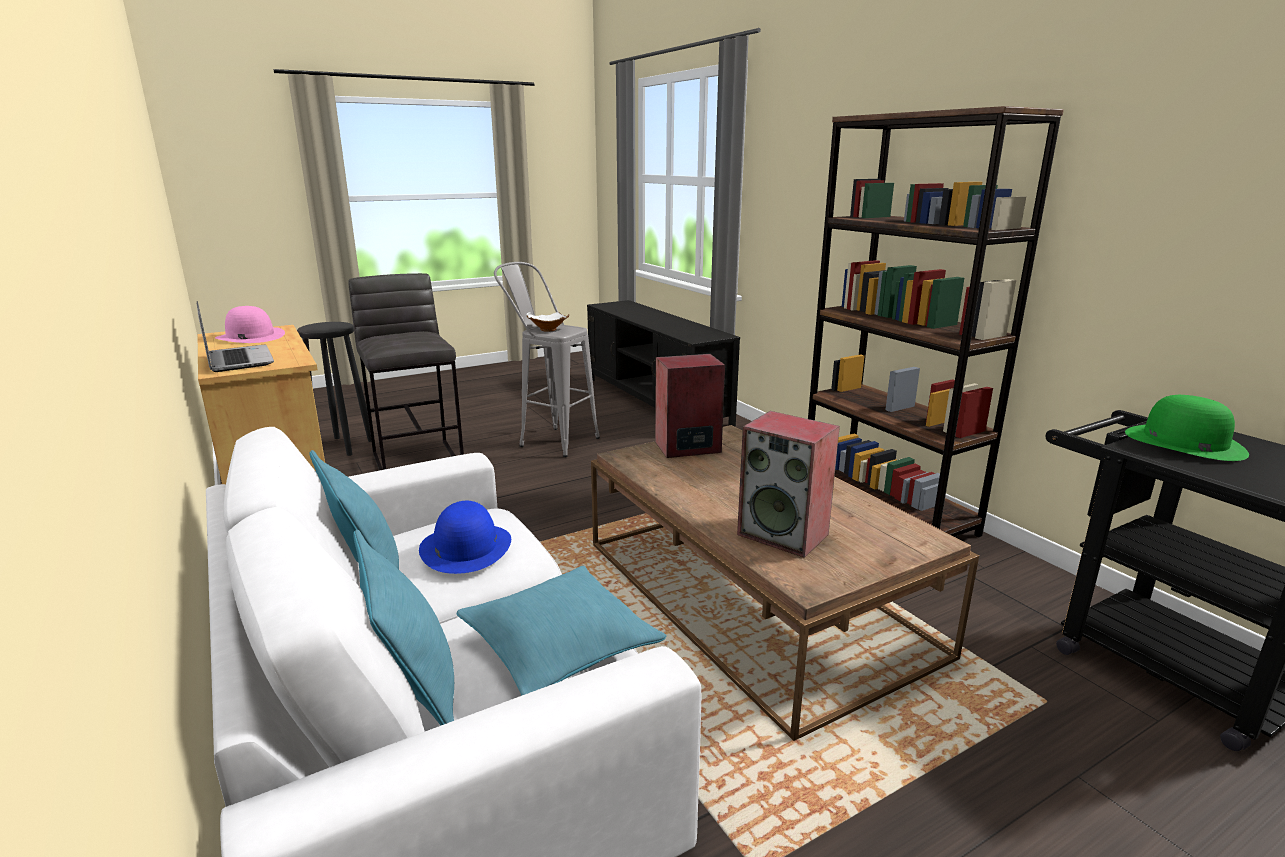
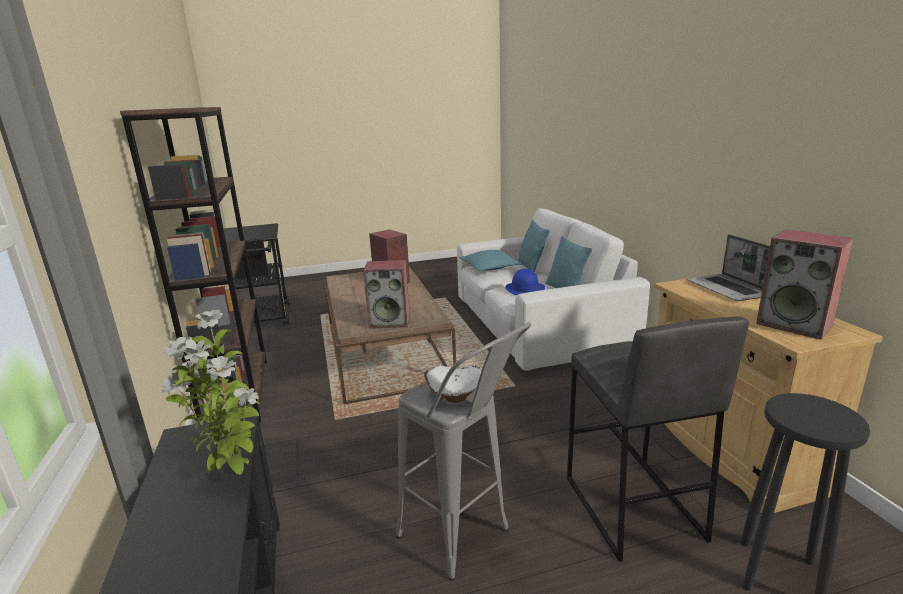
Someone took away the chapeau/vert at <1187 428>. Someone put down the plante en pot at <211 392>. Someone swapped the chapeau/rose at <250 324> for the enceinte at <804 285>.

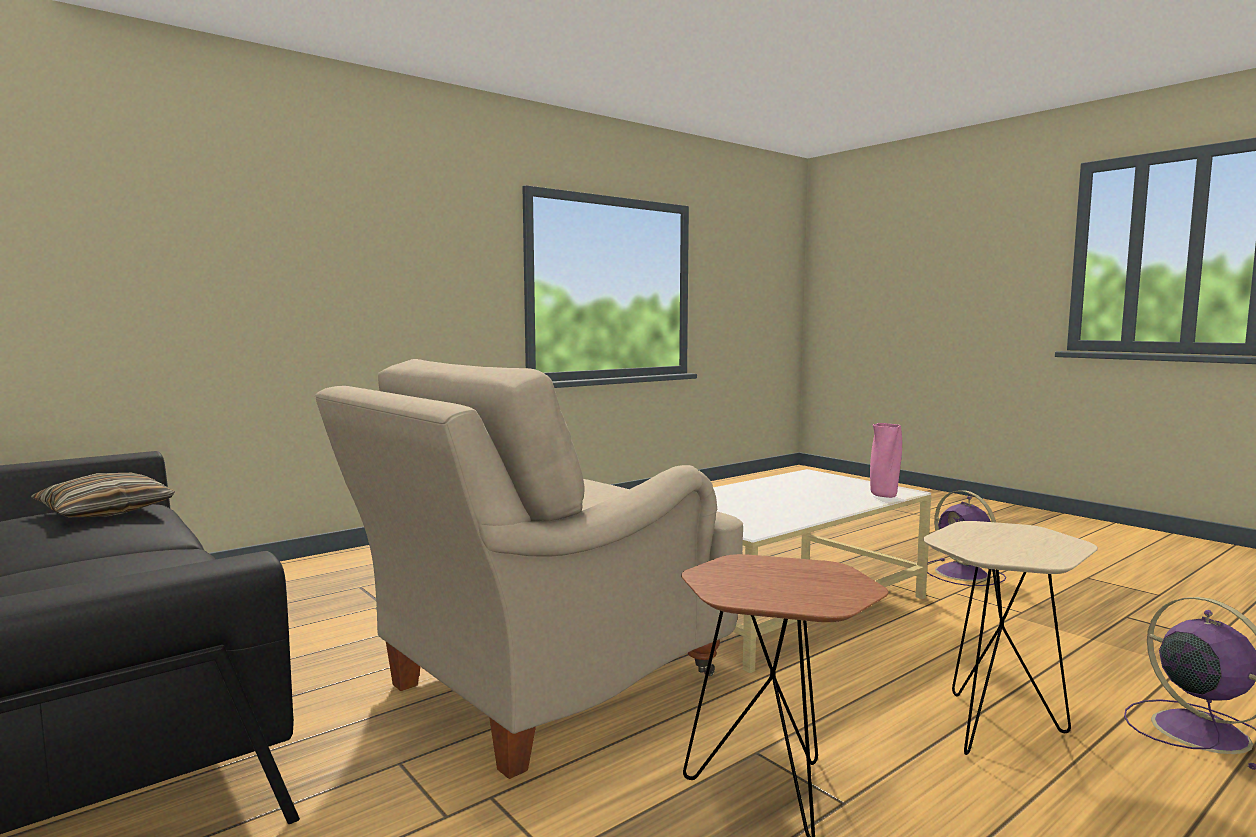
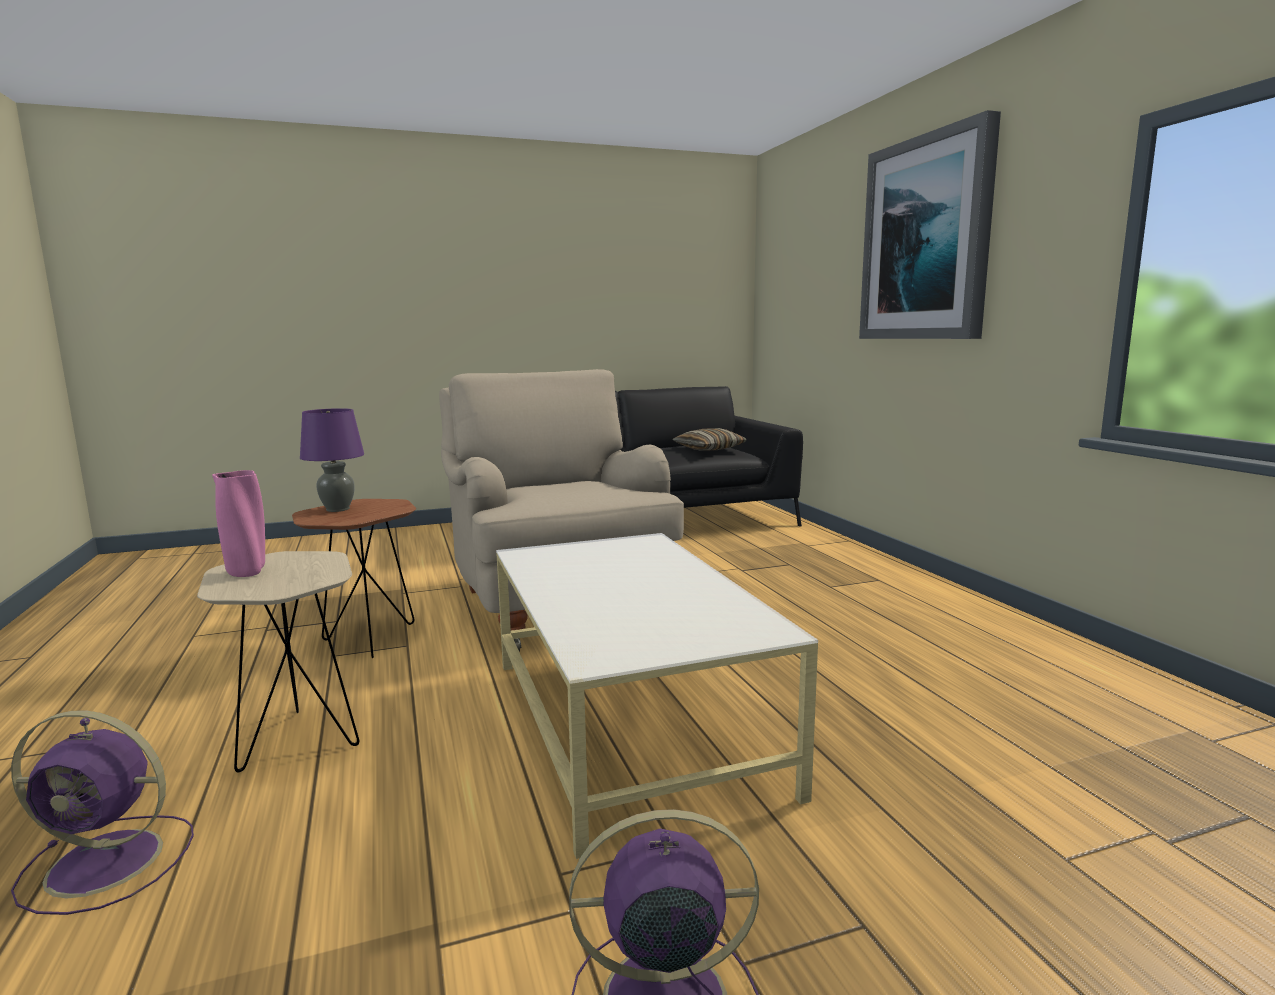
Someone put down the lampe de table/violet at <332 460>. Someone put up the tableau at <930 224>. Someone carried the vase/rose from <886 460> to <238 523>.

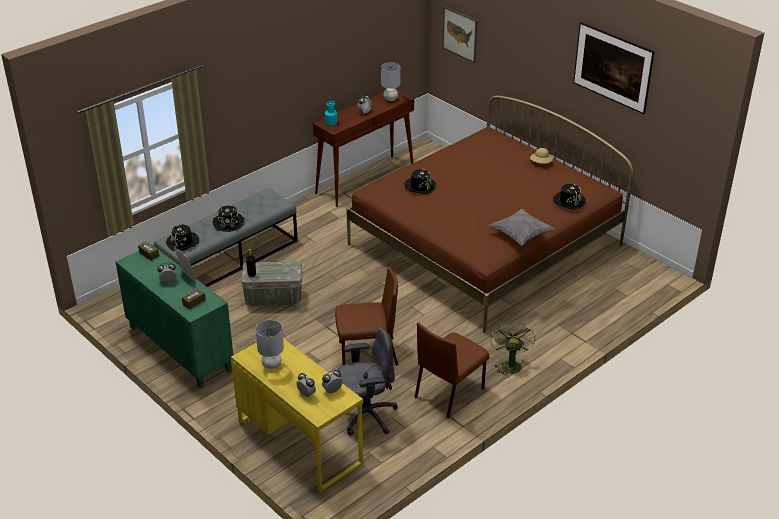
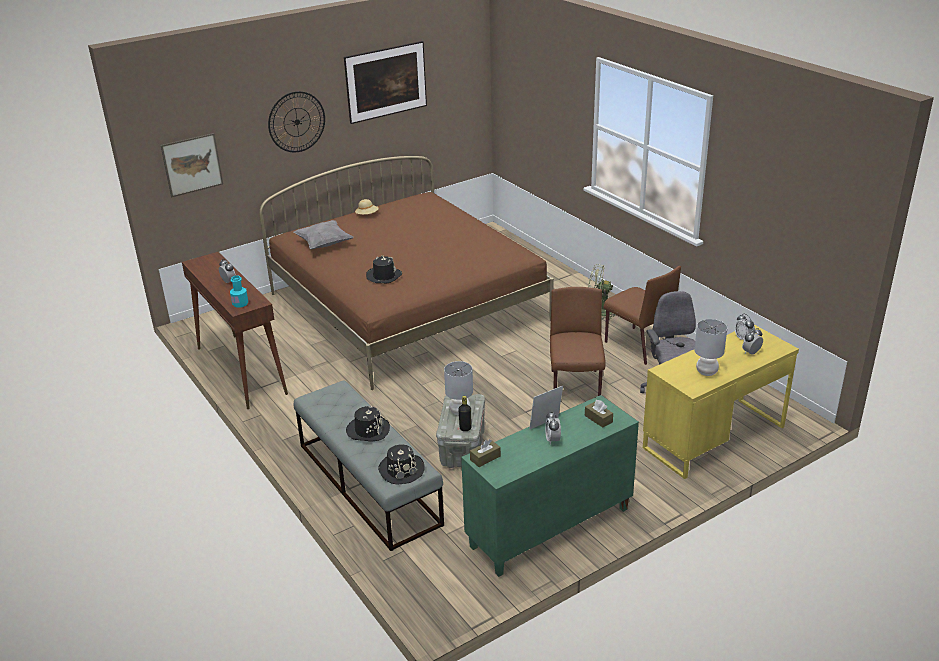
Someone took away the chapeau/noir at <569 197>. Someone put up the horloge murale at <296 121>. Someone carried the lampe de table/gris from <390 81> to <458 388>. Someone carried the coussin/gris from <522 227> to <323 235>.

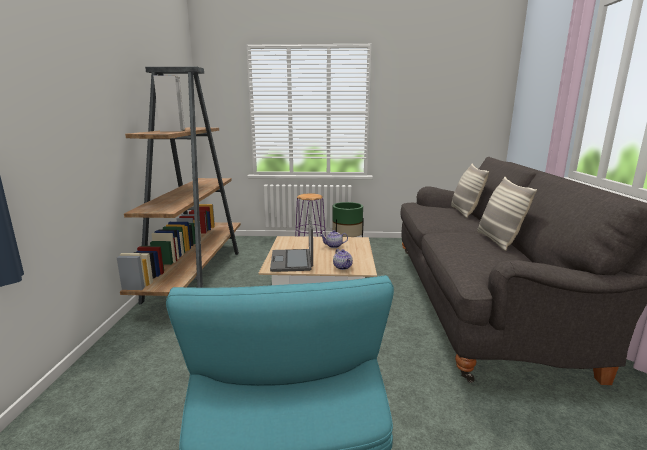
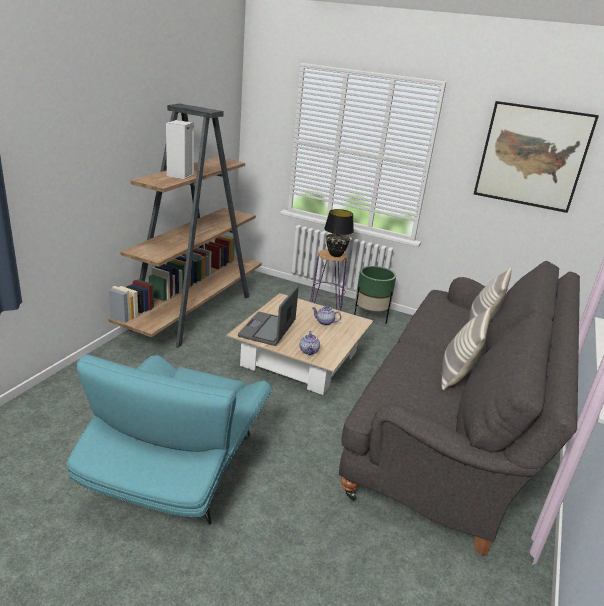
Someone put down the lampe de table/noir at <339 233>. Someone put up the tableau at <536 157>.

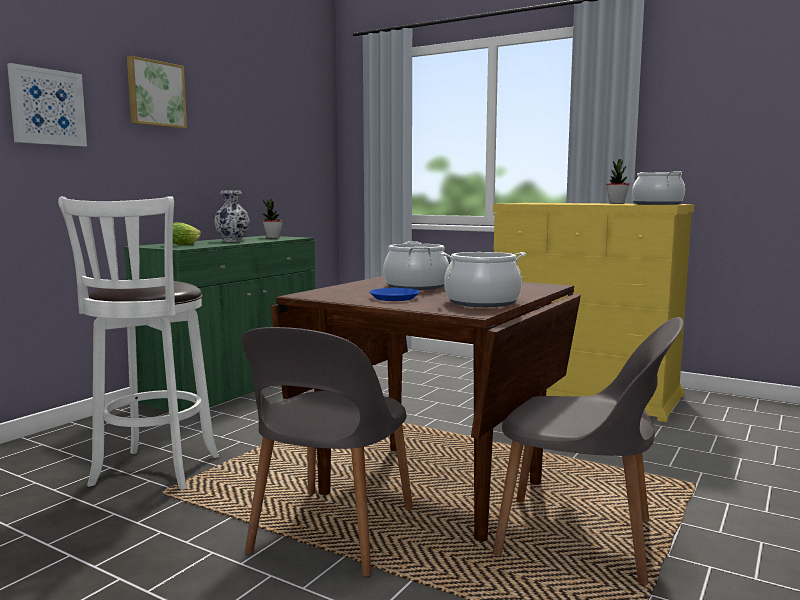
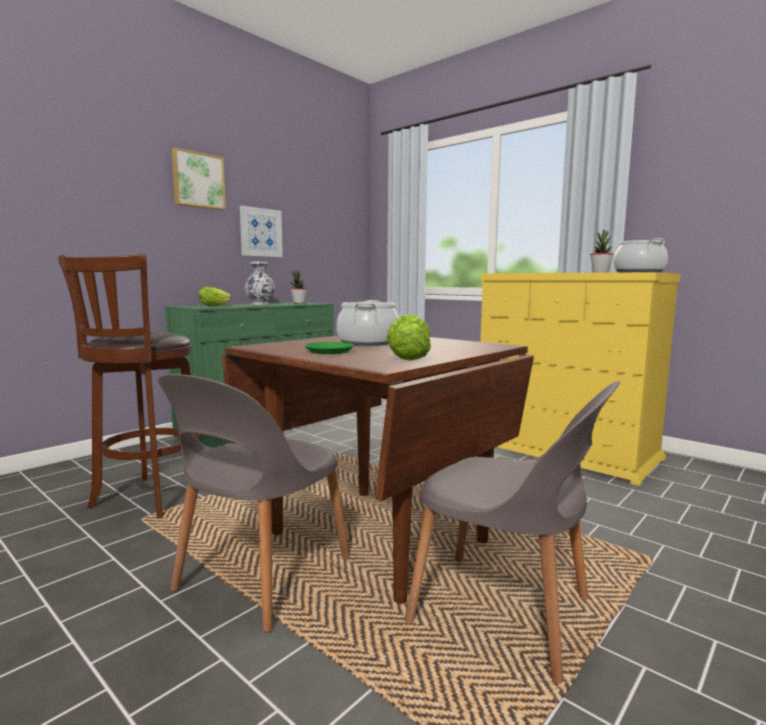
Someone carried the tableau from <47 105> to <261 231>. Someone swapped the marmite at <483 279> for the laitue at <408 337>. Someone repainted the tabouret/blanc at <139 343>, which became the tabouret/marron at <129 386>. Someone repainted the assiette/bleu at <394 294>, which became the assiette/vert at <329 348>.

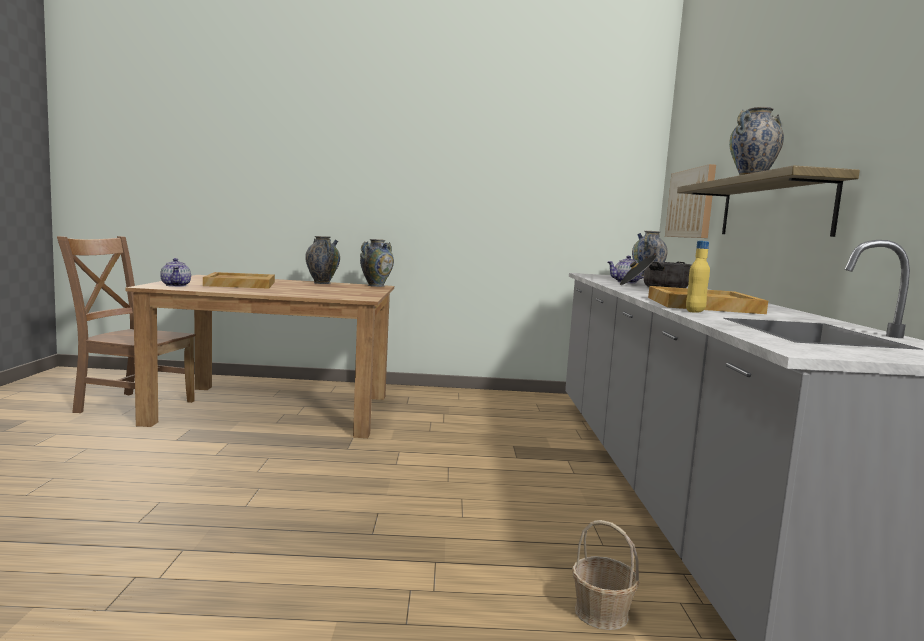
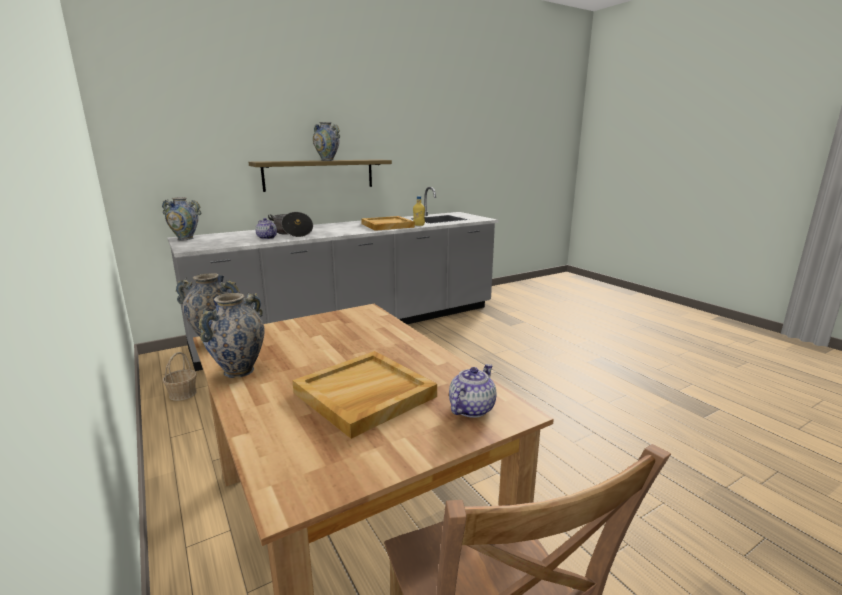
Someone took away the tableau at <690 201>. Someone carried the panier from <606 575> to <179 376>.

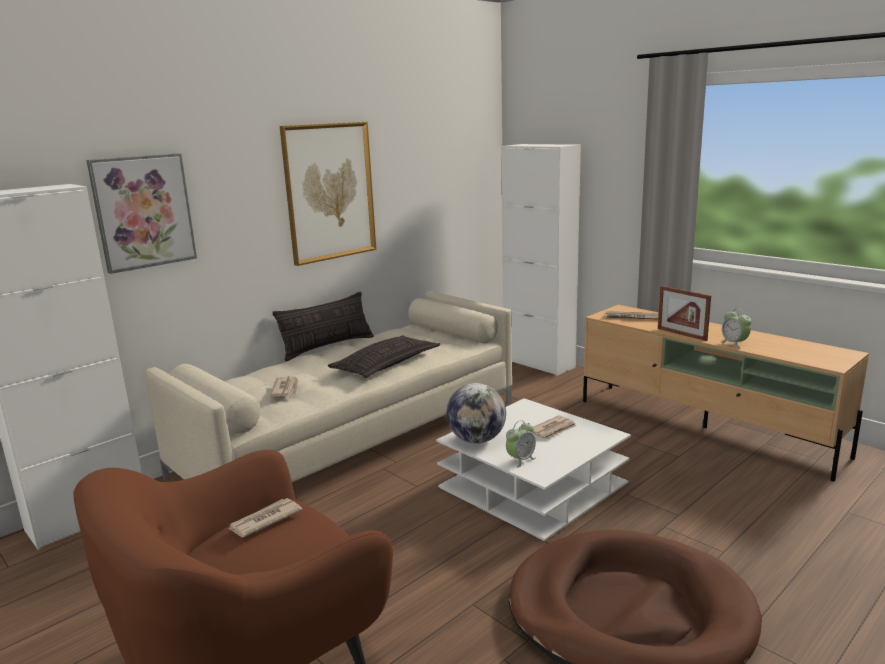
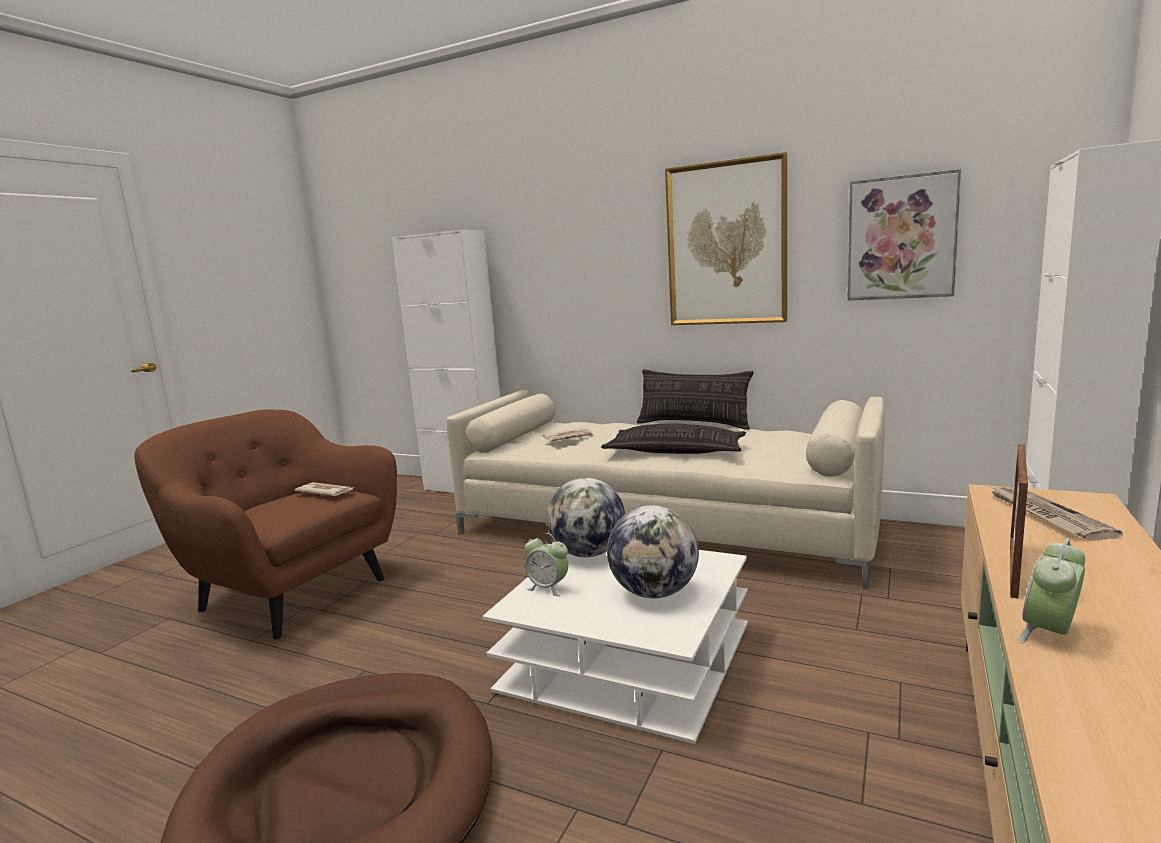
Someone carried the tableau from <141 213> to <904 234>. Someone swapped the journal at <554 427> for the globe at <653 552>.

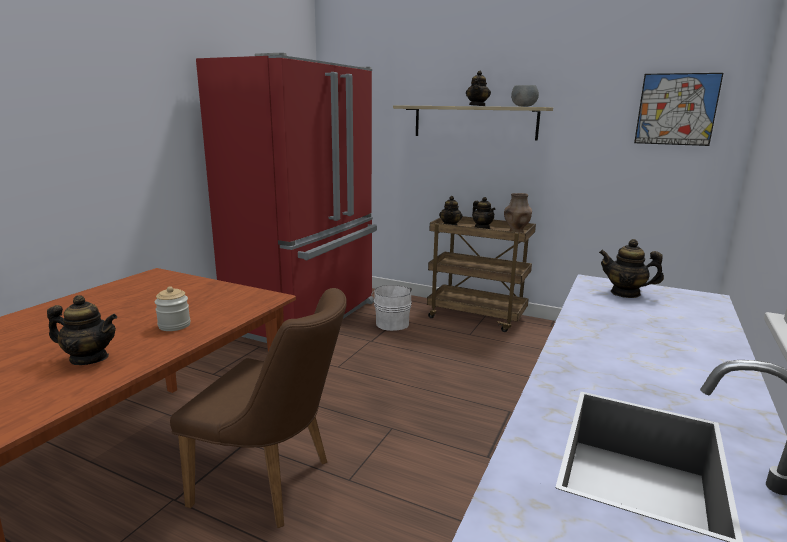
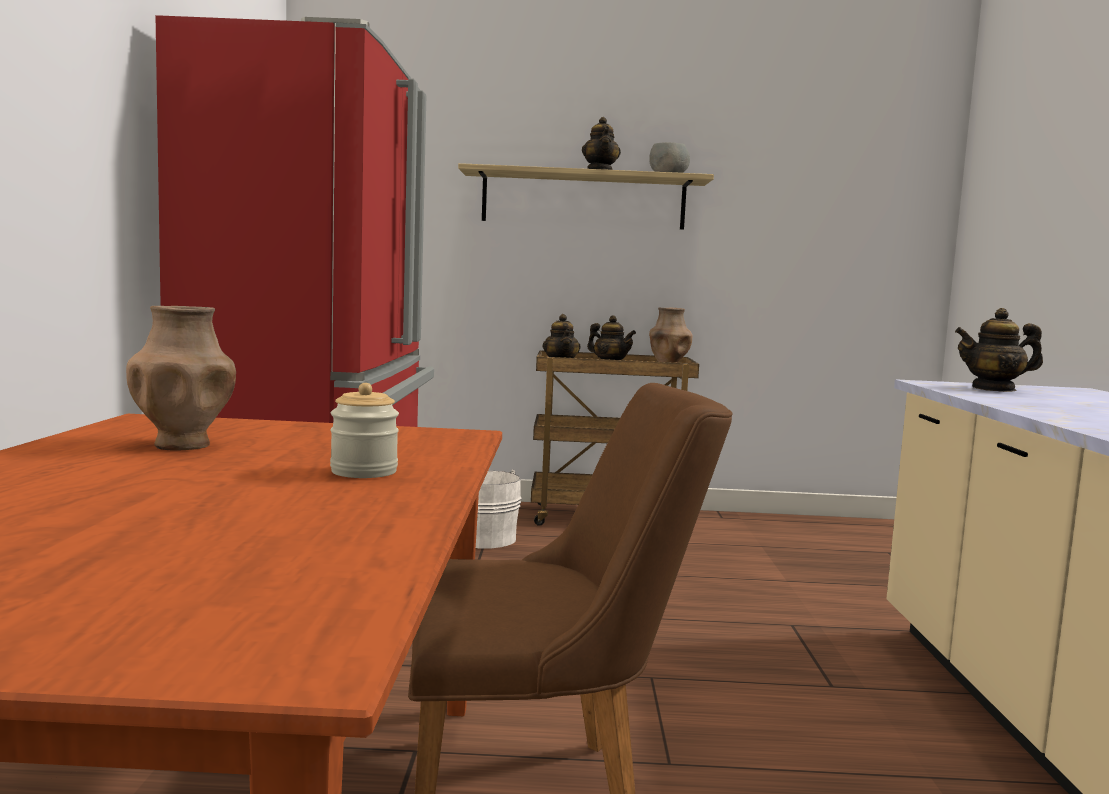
Someone took away the théière at <82 330>. Someone took away the tableau at <678 109>. Someone put down the vase/marron at <181 378>.

